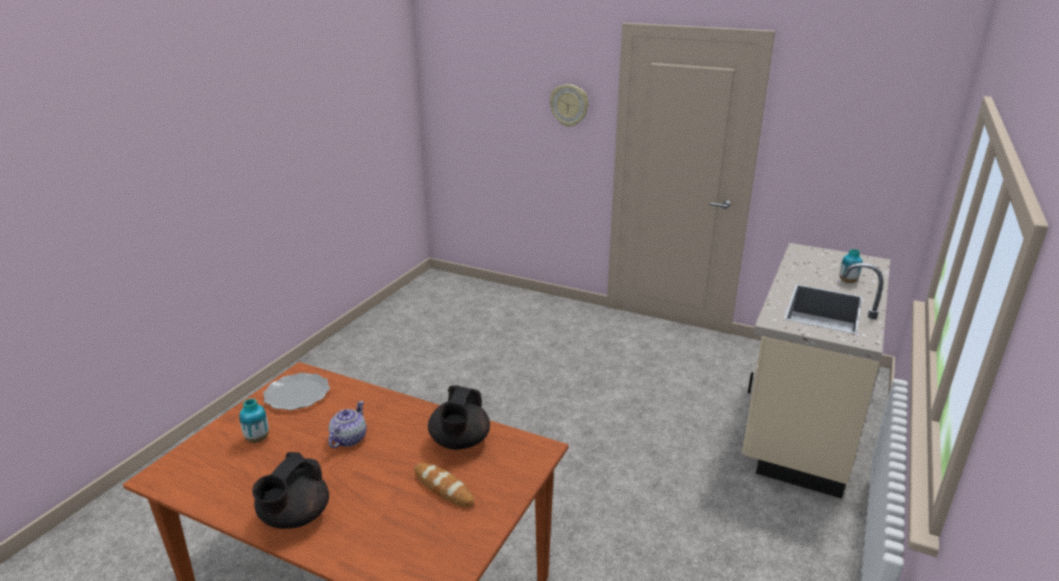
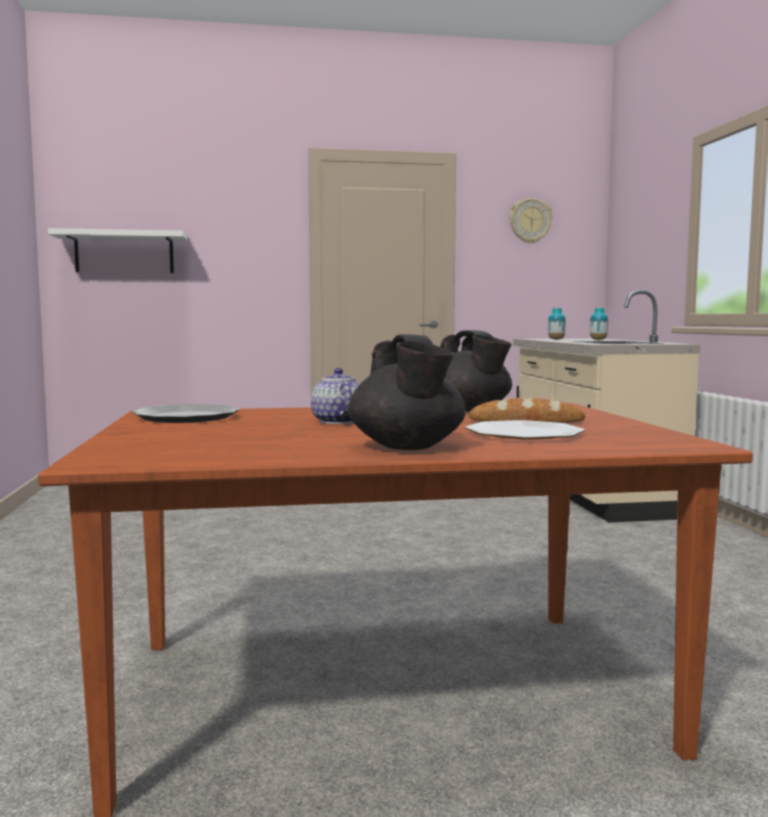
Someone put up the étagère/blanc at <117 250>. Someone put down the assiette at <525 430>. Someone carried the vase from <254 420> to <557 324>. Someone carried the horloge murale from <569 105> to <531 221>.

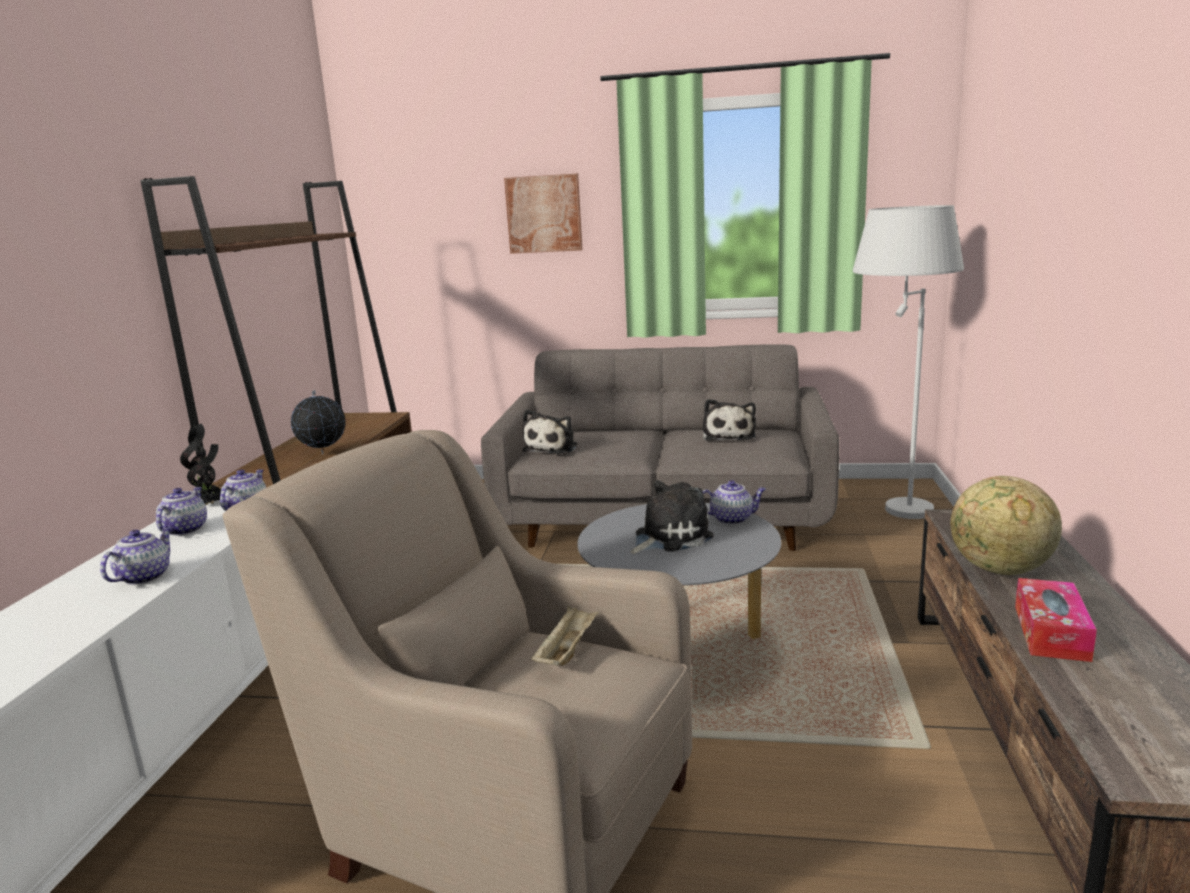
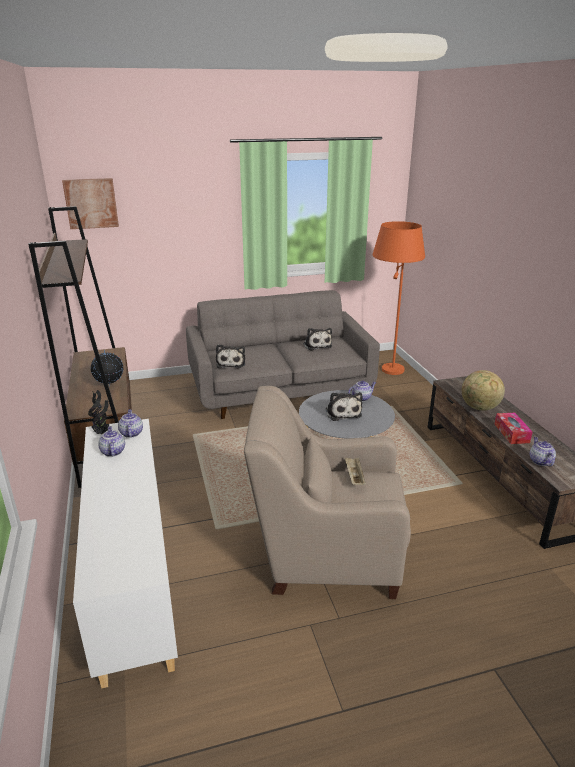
Someone carried the théière from <136 556> to <543 451>. Someone carried the tableau from <543 214> to <90 203>. Someone repainted the lampadaire/blanc at <908 362>, which became the lampadaire/orange at <399 298>. Someone rotated the peluche at <672 517> by 135 degrees clockwise.

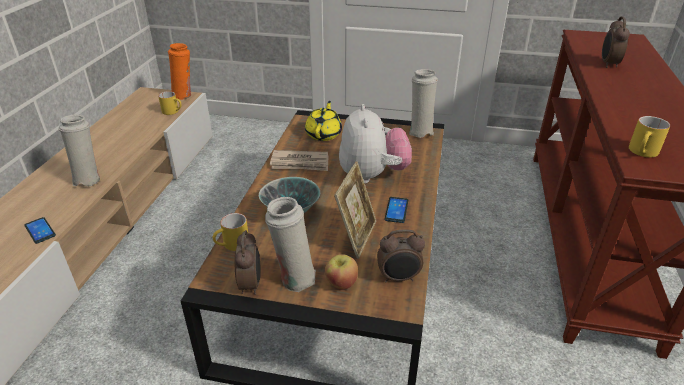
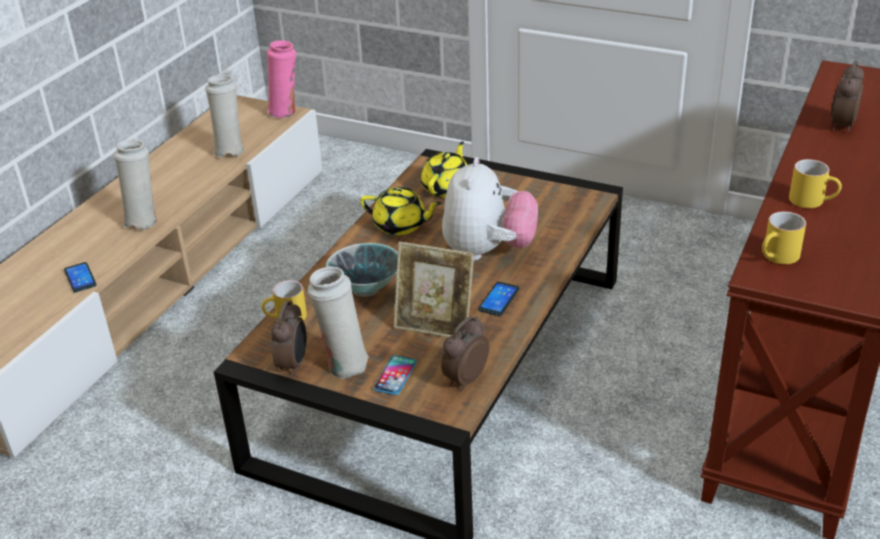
Someone carried the mug/jaune from <170 103> to <815 183>. Someone carried the vase/blanc from <423 103> to <224 116>. Someone swapped the journal at <299 160> for the théière/jaune at <401 211>. Someone swapped the pomme at <341 272> for the téléphone at <395 375>. Someone repainted the vase/orange at <179 71>, which became the vase/rose at <281 79>. Someone rotated the cadre photo at <355 210> by 75 degrees clockwise. Someone rotated the réveil at <401 256> by 120 degrees clockwise.

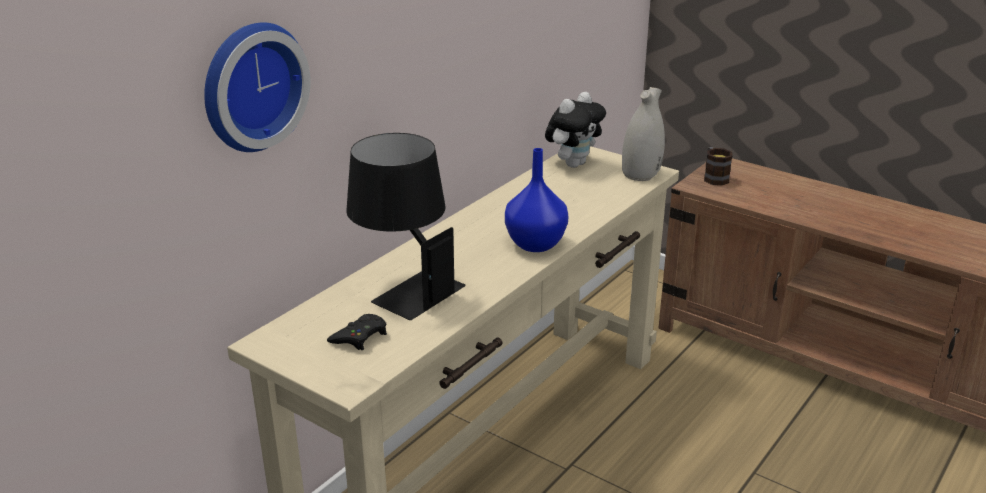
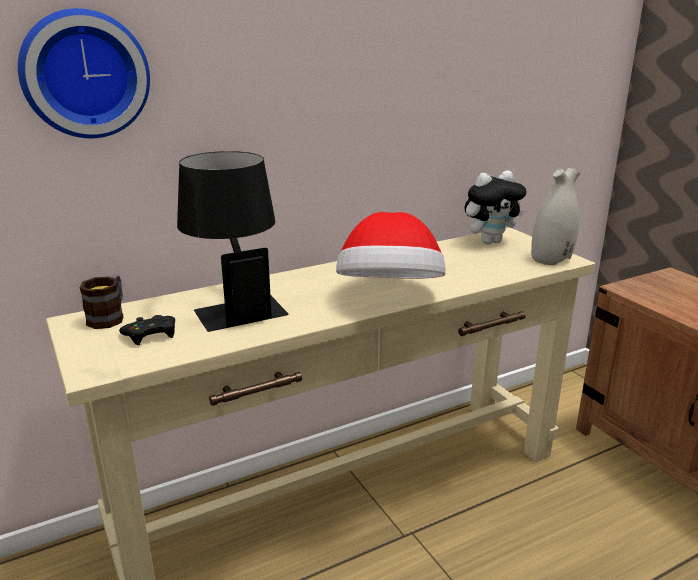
Someone carried the mug from <718 166> to <101 302>. Someone swapped the vase/bleu at <536 200> for the chapeau at <391 245>.

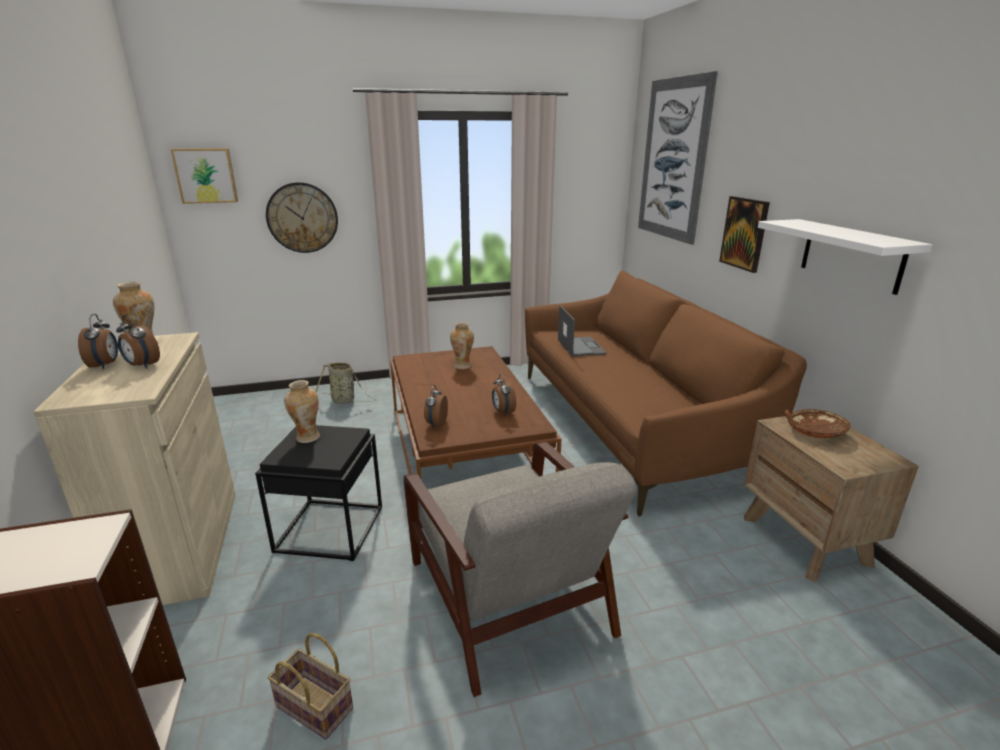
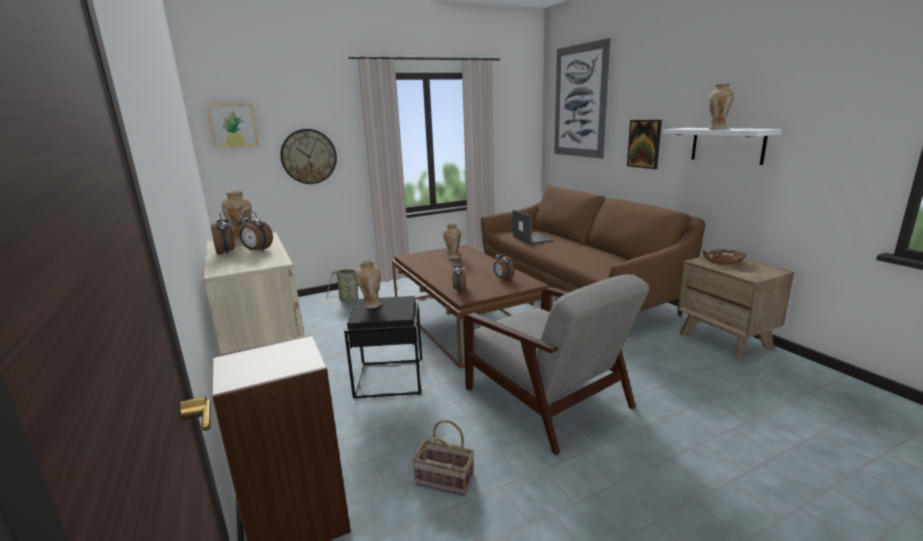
Someone put down the vase at <721 106>.

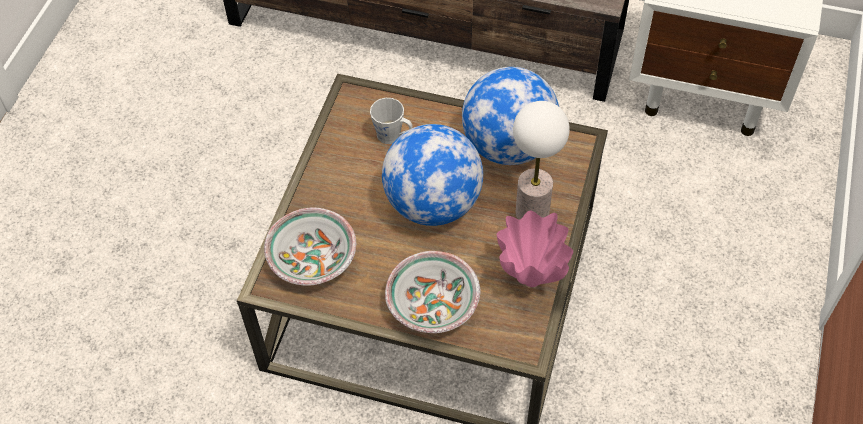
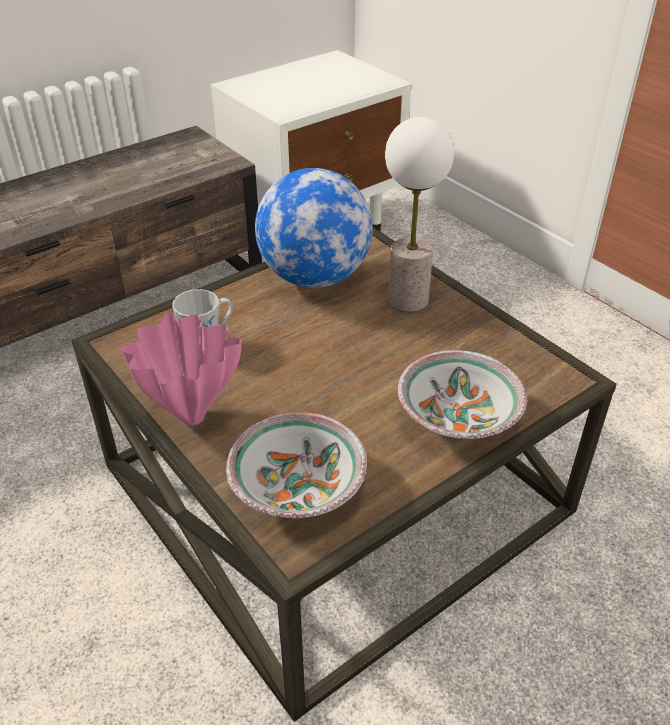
Someone took away the globe at <432 175>. Someone carried the vase/rose from <535 249> to <181 369>.

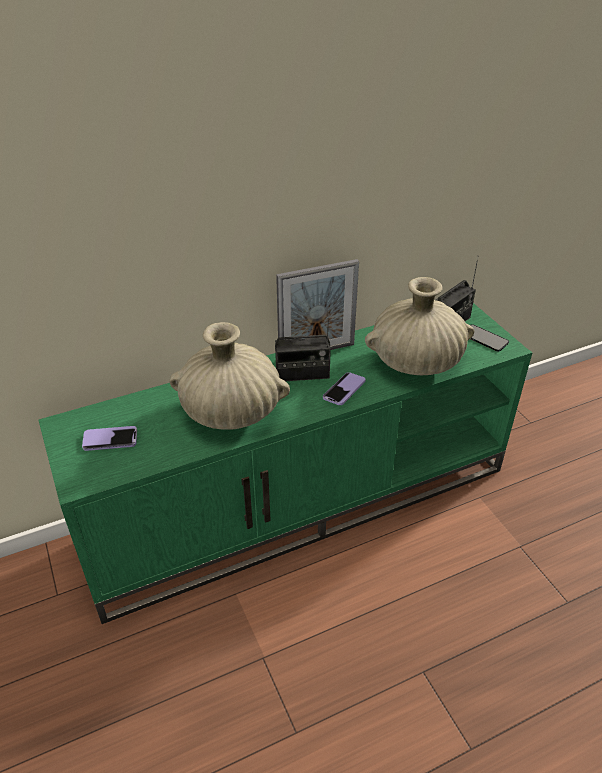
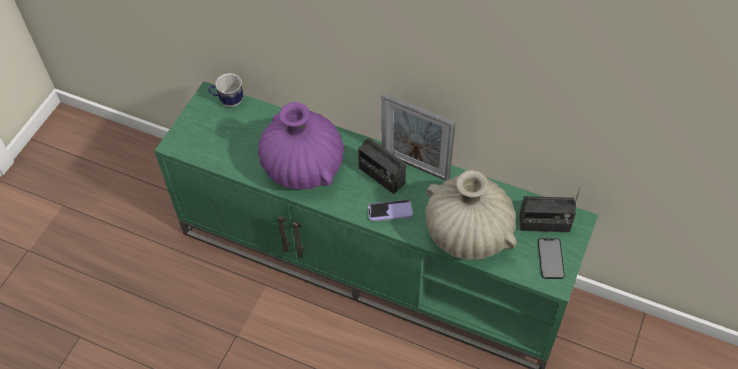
Someone took away the téléphone at <109 438>. Someone put down the mug at <225 90>. Someone repainted the vase/beige at <230 376>, which became the vase/violet at <301 145>.

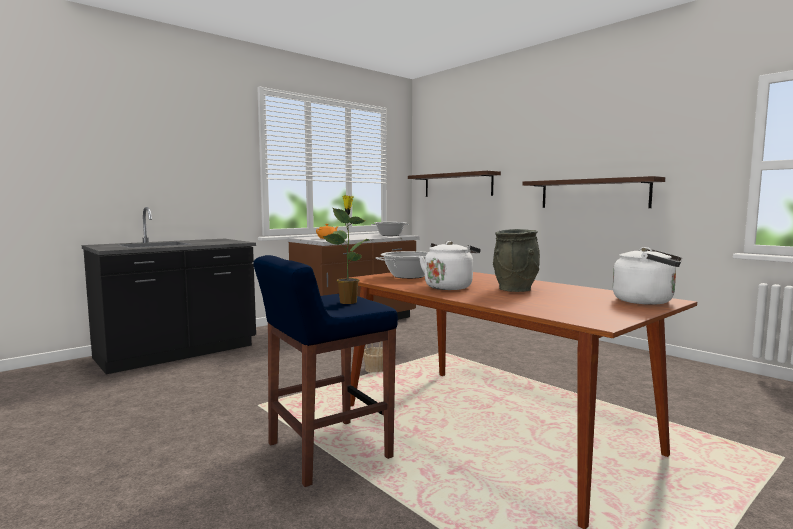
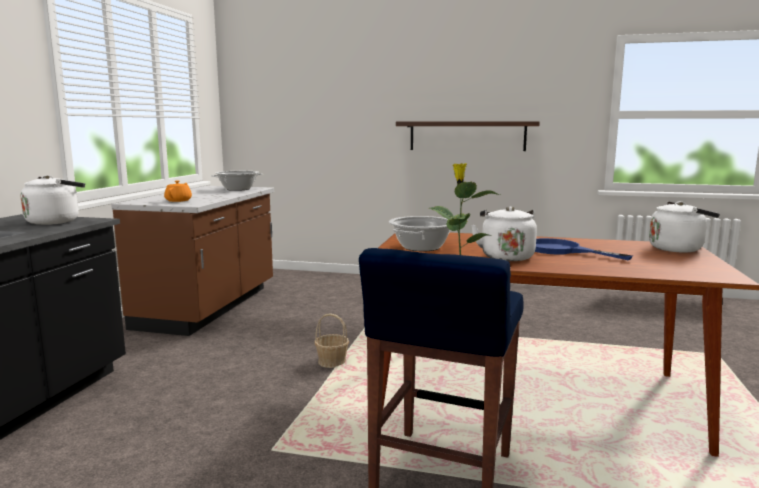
Someone took away the étagère at <454 184>. Someone put down the bouilloire/blanc at <52 200>. Someone swapped the vase/gris at <516 260> for the poêle/bleu at <584 249>.

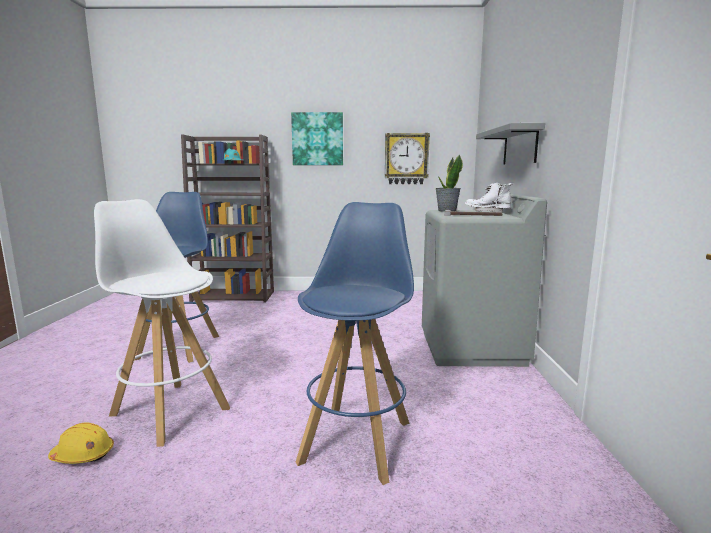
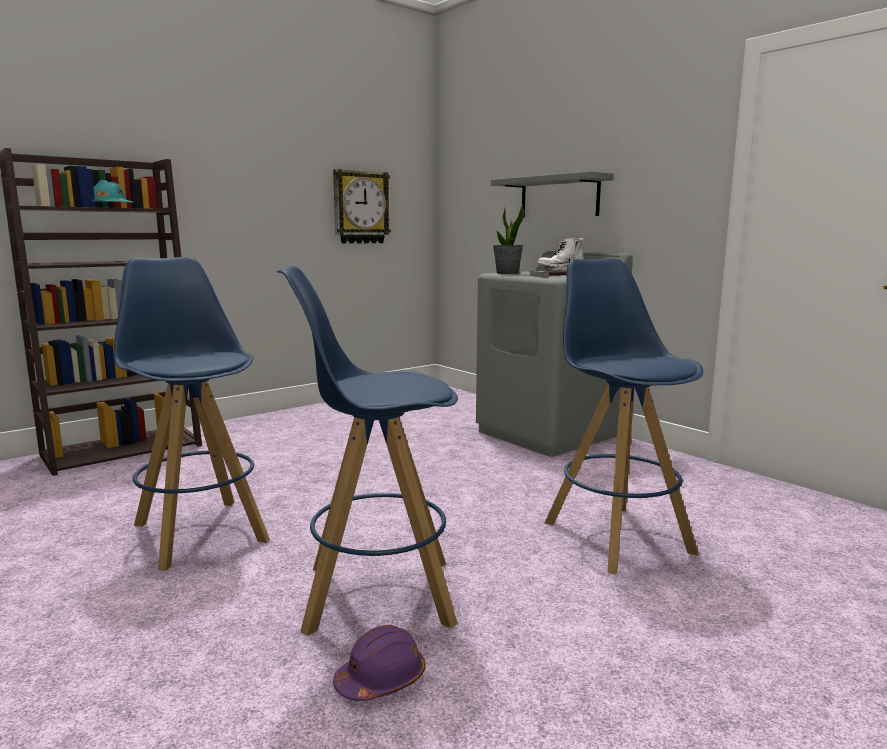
Someone took away the tableau at <317 138>. Someone repainted the casque de chantier/jaune at <81 443>, which became the casque de chantier/violet at <379 663>. Someone repainted the tabouret/blanc at <162 323>, which became the tabouret/bleu at <367 451>.

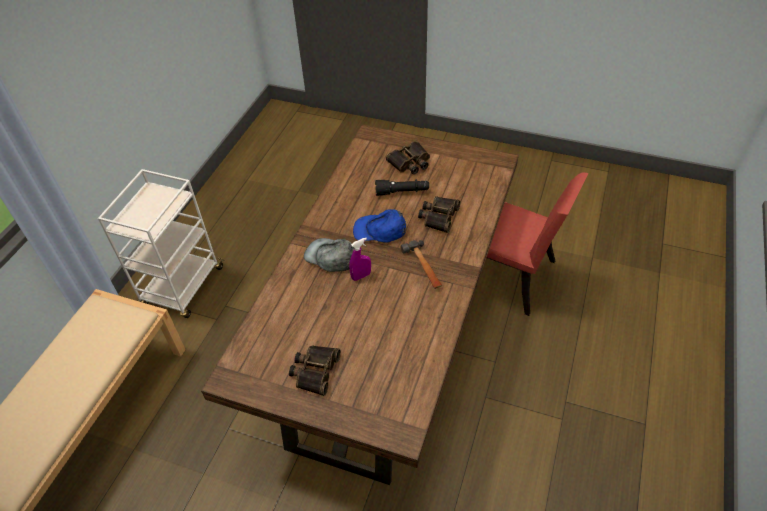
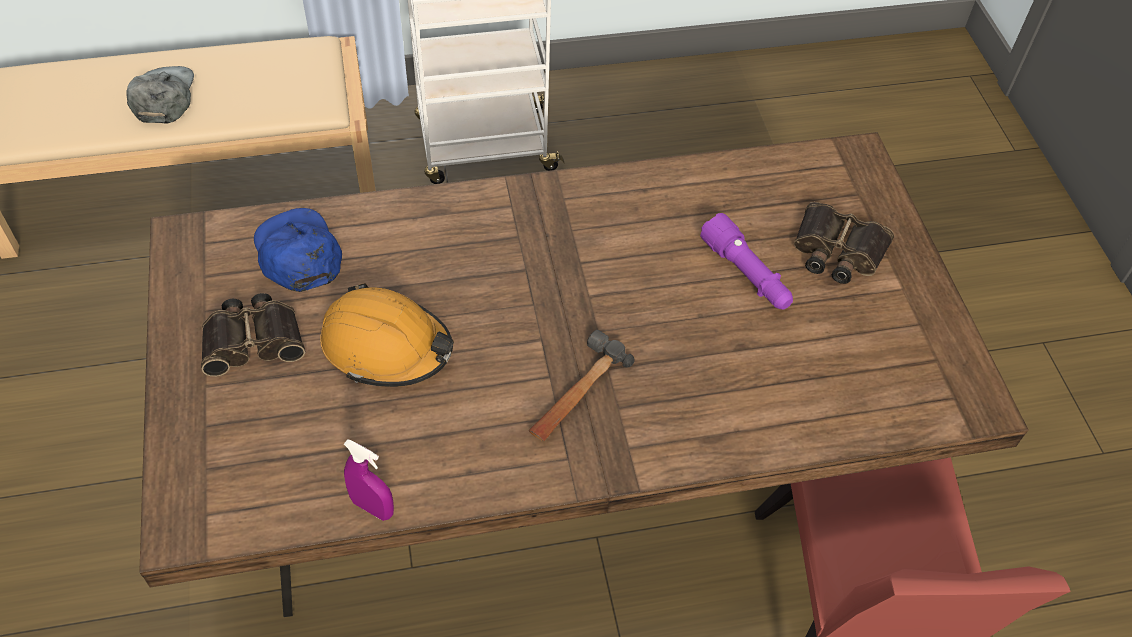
Someone took away the jumelles at <439 214>. Someone put down the casque de chantier/orange at <387 335>. Someone carried the casquette/gris from <329 255> to <160 95>. Someone carried the vaporisateur/violet from <360 259> to <369 480>. Someone carried the casquette/bleu from <379 226> to <298 250>. Someone repainted the lampe de poche/noir at <402 187>, which became the lampe de poche/violet at <746 261>.

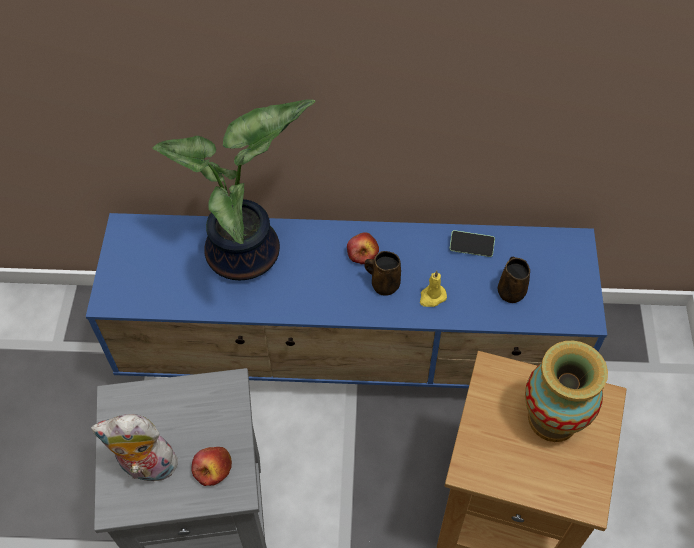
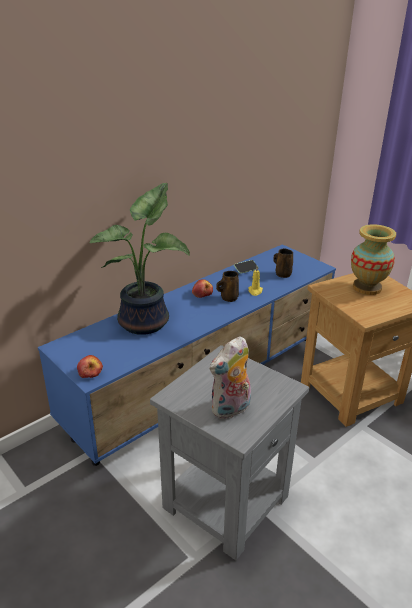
Someone carried the pomme from <212 466> to <90 366>.

